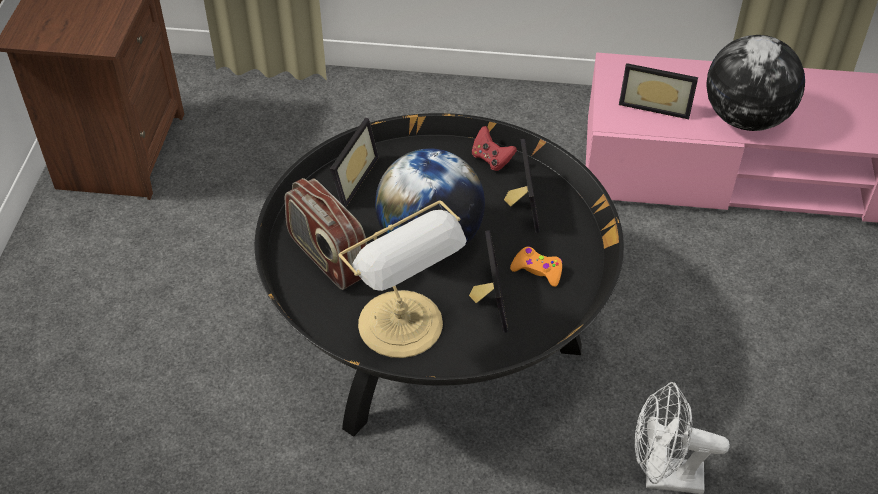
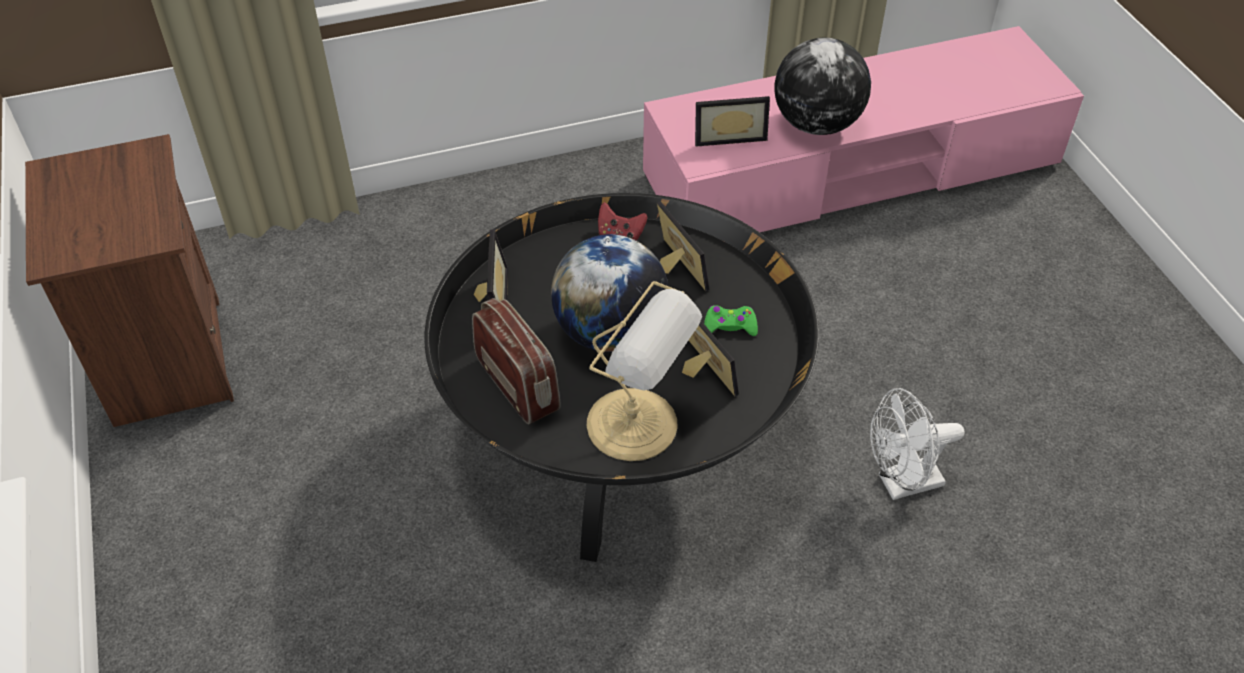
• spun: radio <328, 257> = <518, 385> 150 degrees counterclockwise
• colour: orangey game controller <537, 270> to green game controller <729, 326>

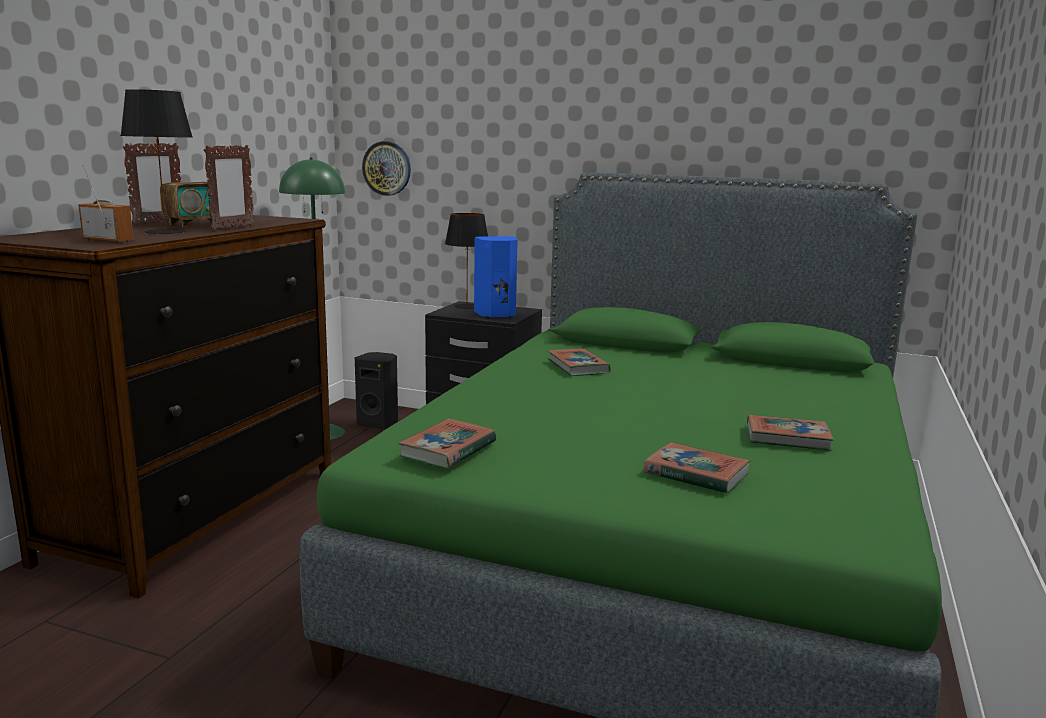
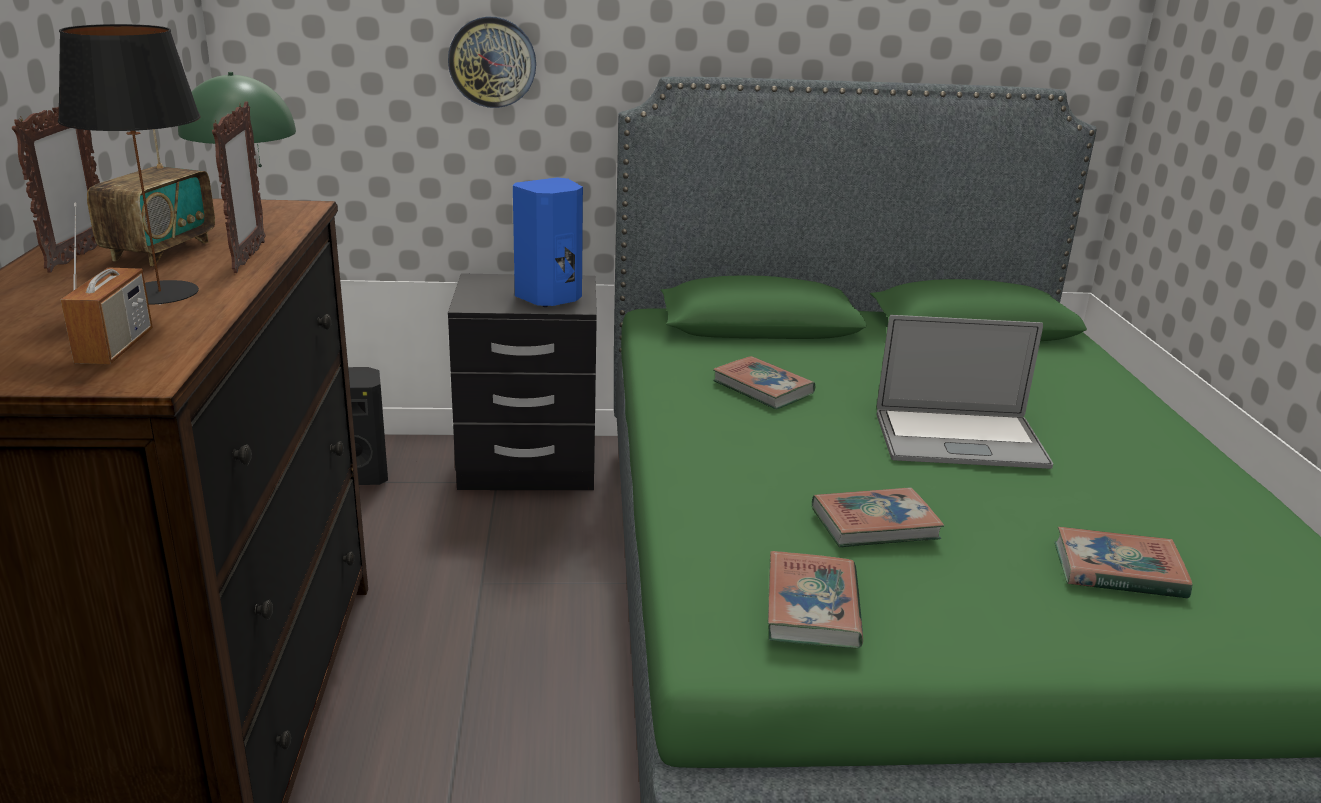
• spun: radio <108, 240> = <115, 347> 90 degrees clockwise
• relocated: hanging clock <387, 168> to <492, 62>
• missing: black table lamp <467, 306>
• relocated: volume <787, 438> to <874, 524>
• appeared: portable computer <959, 439>

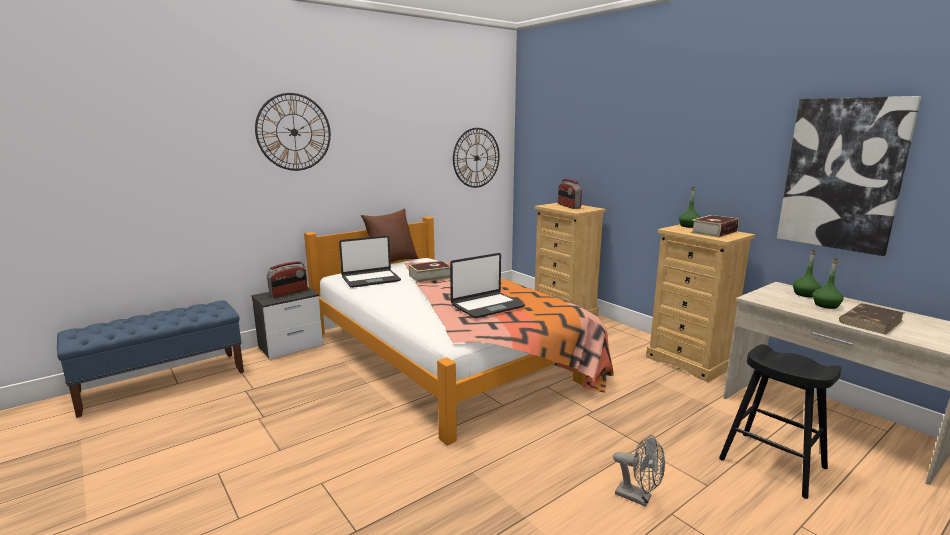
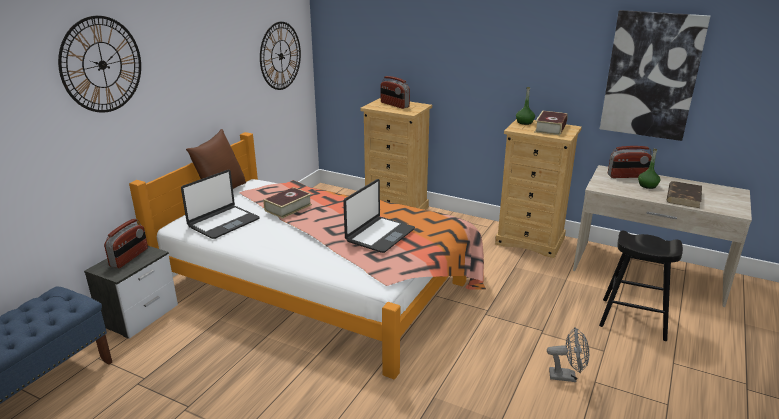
• exchanged: green bottle <805, 294> to radio <627, 176>

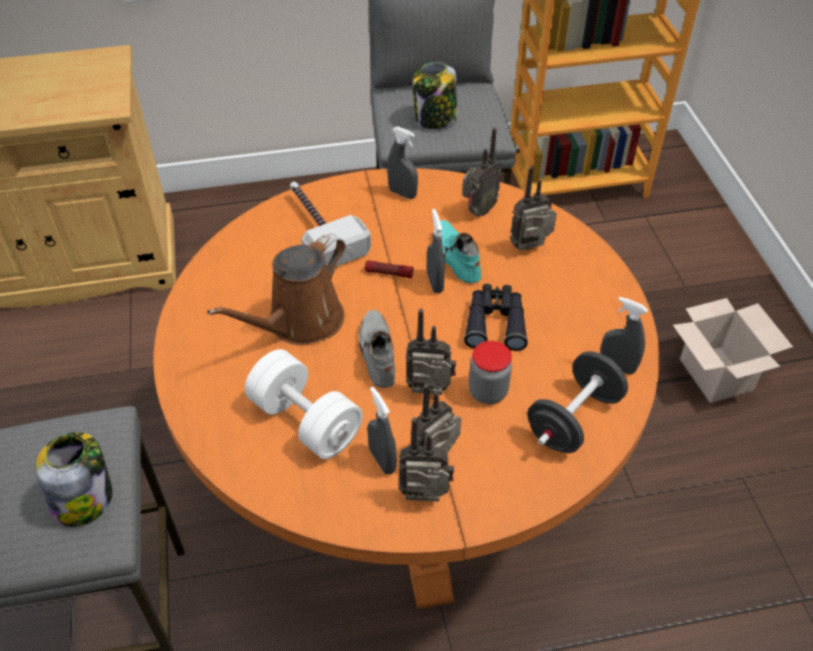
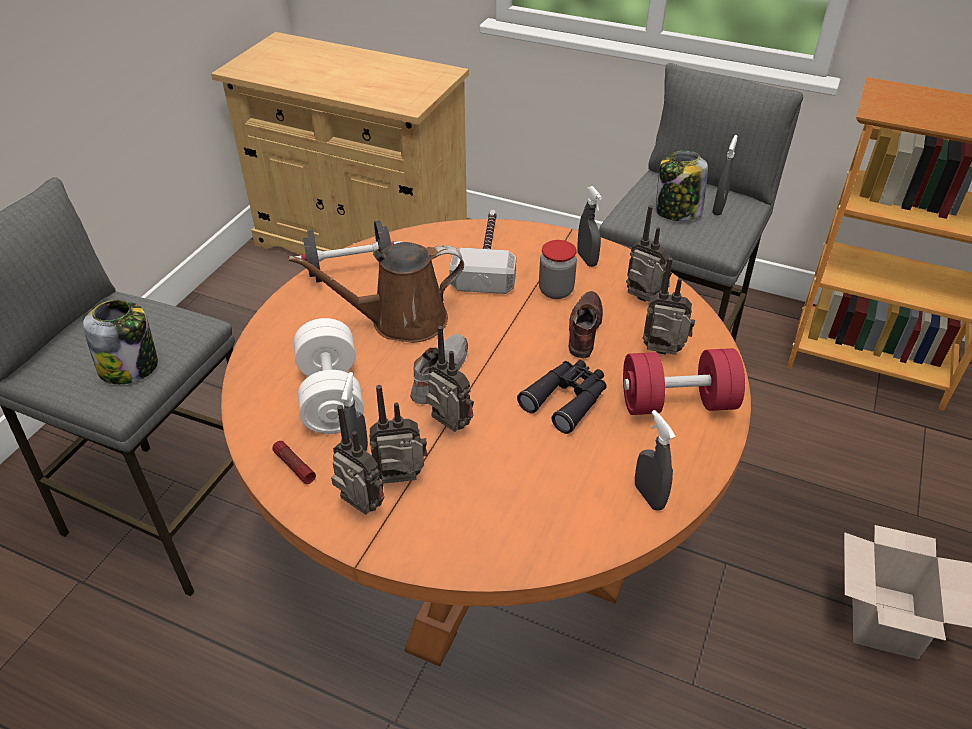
• relocated: flashlight <389, 273> to <294, 466>
• relocated: grey hand sprayer <435, 283> to <718, 209>
• colour: blue-green shoe <455, 257> to brownish shoe <584, 329>
• spun: radio <477, 211> = <642, 301> 135 degrees counterclockwise
• relocated: preserve jar <488, 391> to <556, 291>
• relocated: black dumbbell <573, 419> to <351, 272>
• appeared: reddish dumbbell <677, 402>

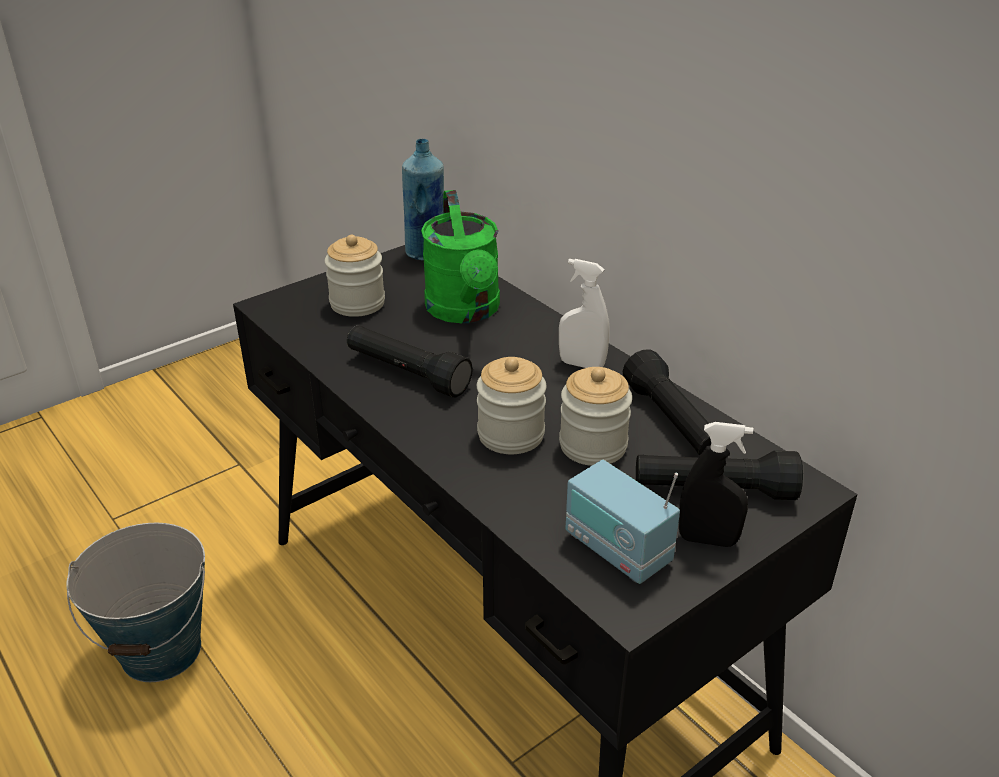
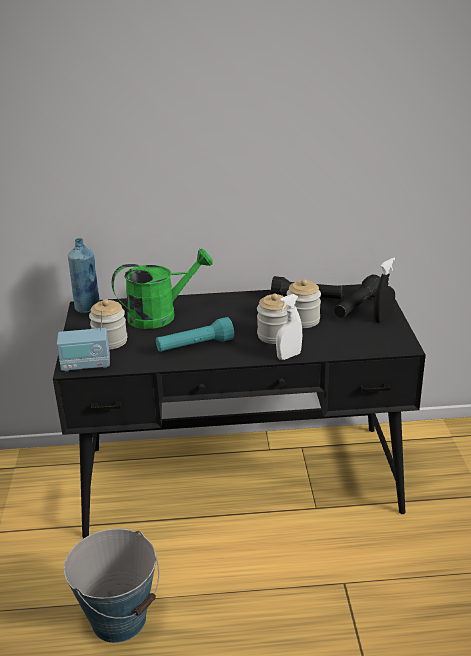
• colour: black flashlight <407, 373> to blue-green flashlight <195, 346>
• spun: green sprinkling can <465, 311> = <160, 315> 45 degrees counterclockwise
• relocated: white-coloured hand sprayer <582, 364> to <289, 356>
• relocated: radio <616, 550> to <86, 365>

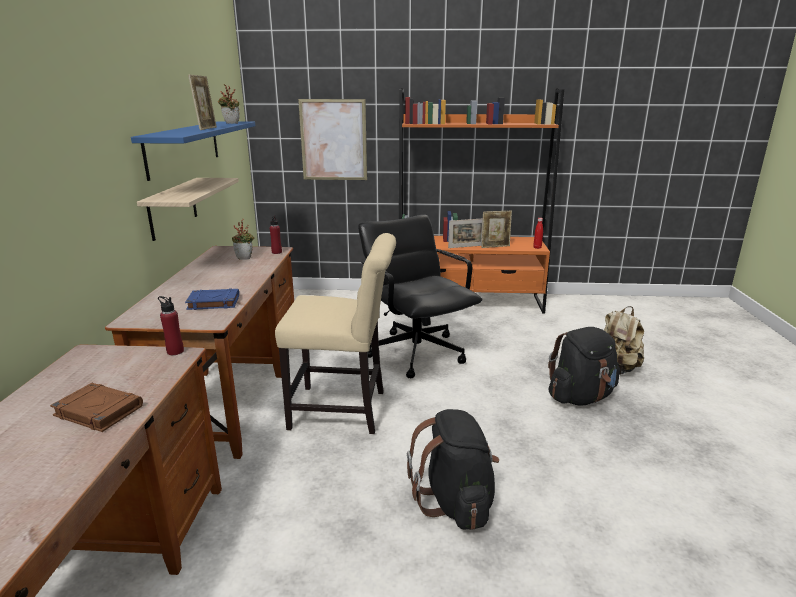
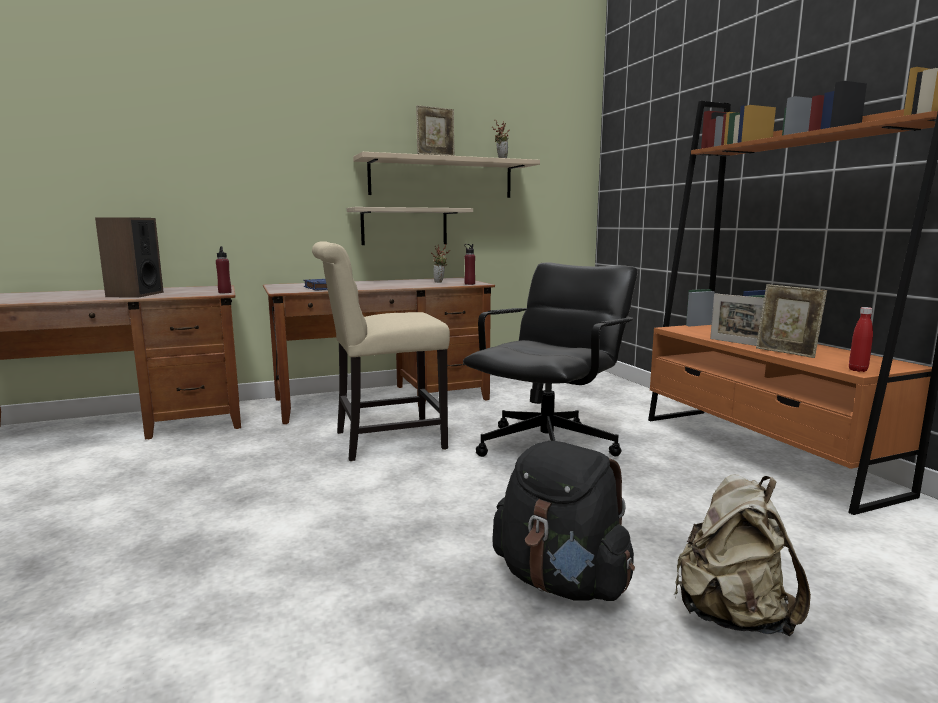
• exchanged: brownish volume <98, 411> to speaker <135, 294>
• colour: blue-coloured wall shelf <184, 147> to beige-coloured wall shelf <442, 178>
• spun: beige-coloured plain chair <344, 410> = <383, 441> 90 degrees clockwise
• missing: wall picture <333, 140>
• missing: black backpack <455, 501>

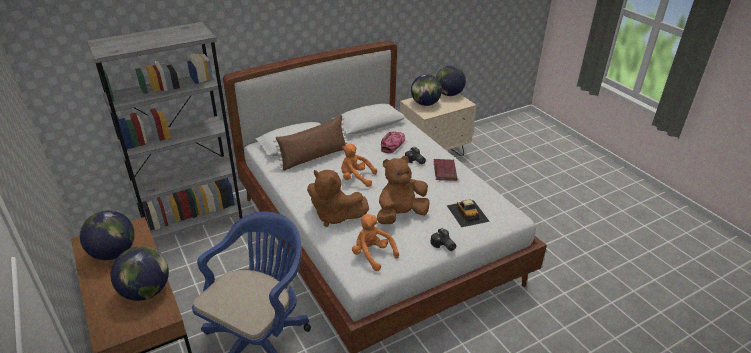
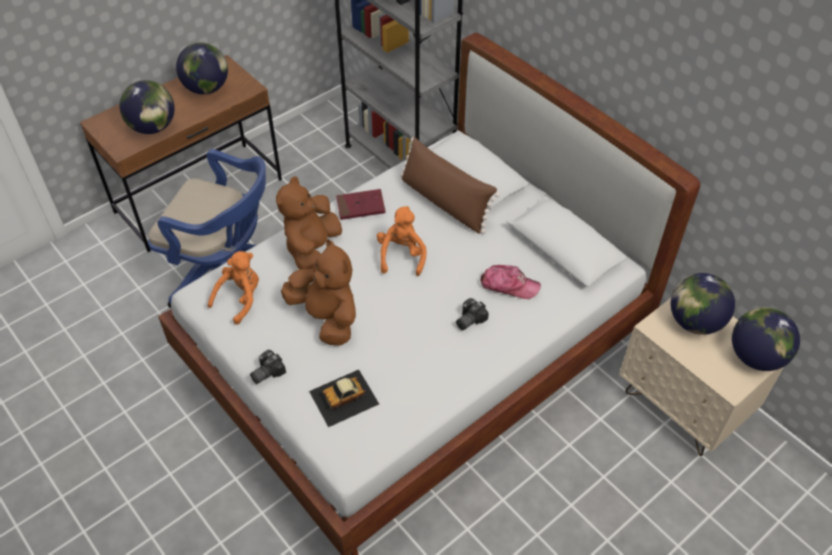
• relocated: reddish volume <445, 171> to <360, 206>

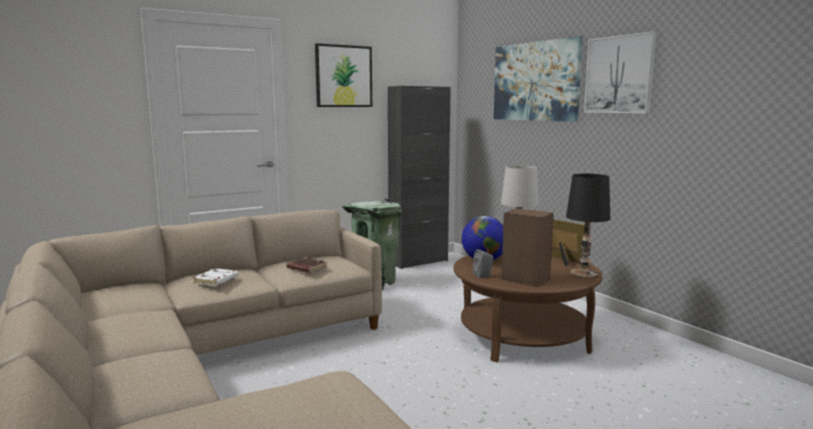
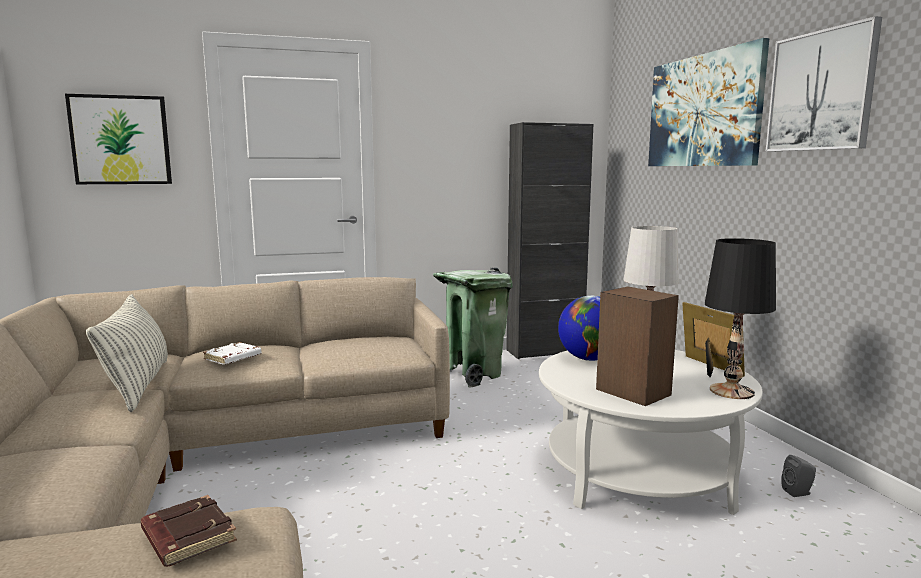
• relocated: brownish volume <306, 268> to <187, 537>
• relocated: wall picture <343, 76> to <121, 140>
• colour: brownish low table <522, 336> to white-coloured low table <638, 472>
• relocated: grey speaker <483, 275> to <798, 492>
• appeared: pillow <137, 385>

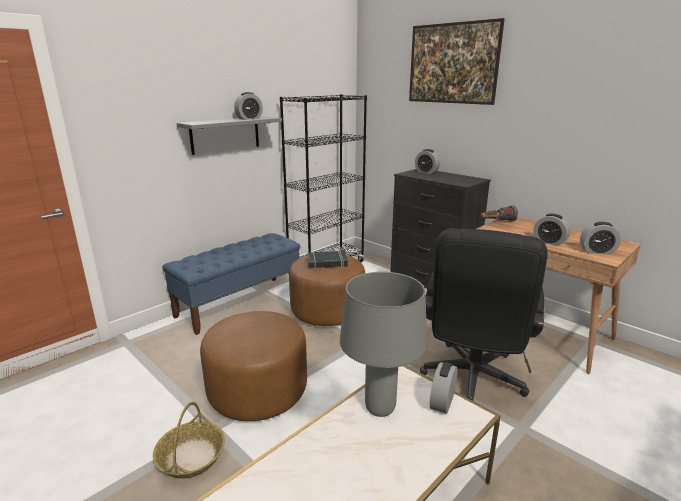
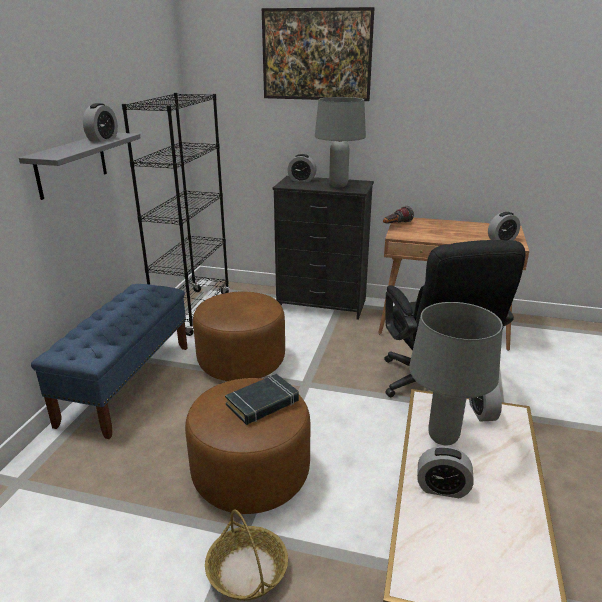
• relocated: black volume <327, 263> to <263, 403>
• relocated: bedside clock <549, 242> to <442, 488>
• appeared: grey table lamp <338, 185>

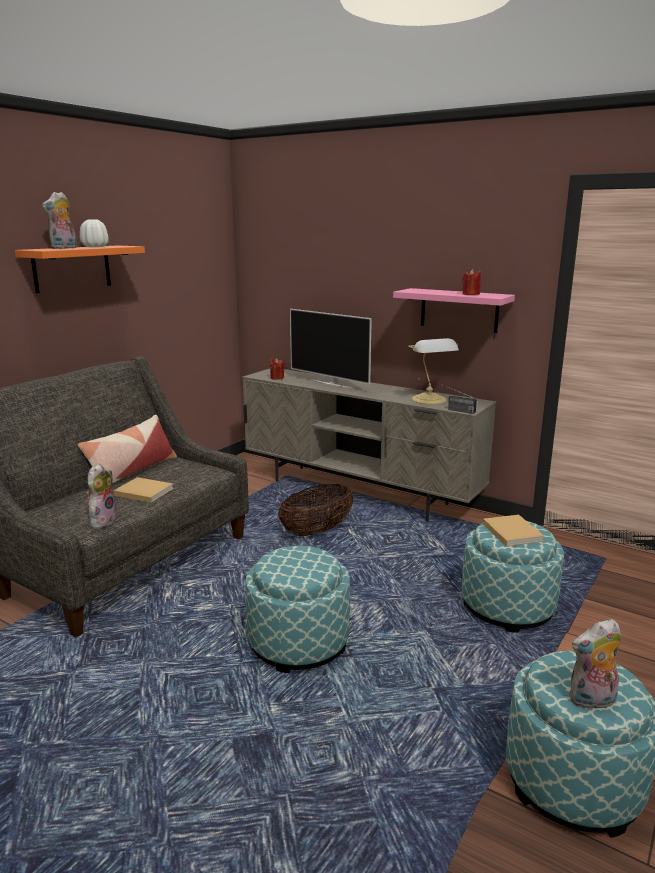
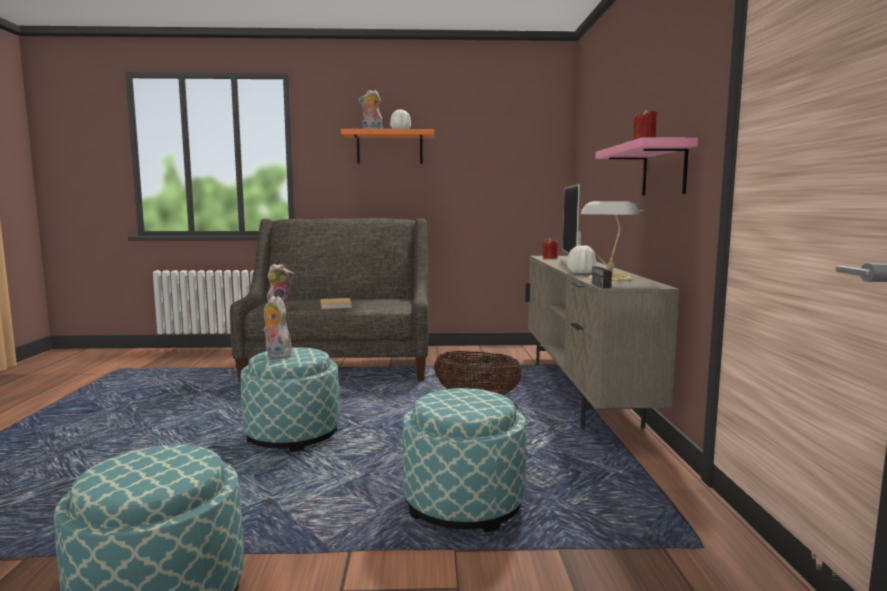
• missing: pillow <132, 471>
• missing: beige-coloured volume <511, 531>
• relocated: soft toy <592, 701> to <276, 355>
• appeared: white-coloured vase <581, 272>

